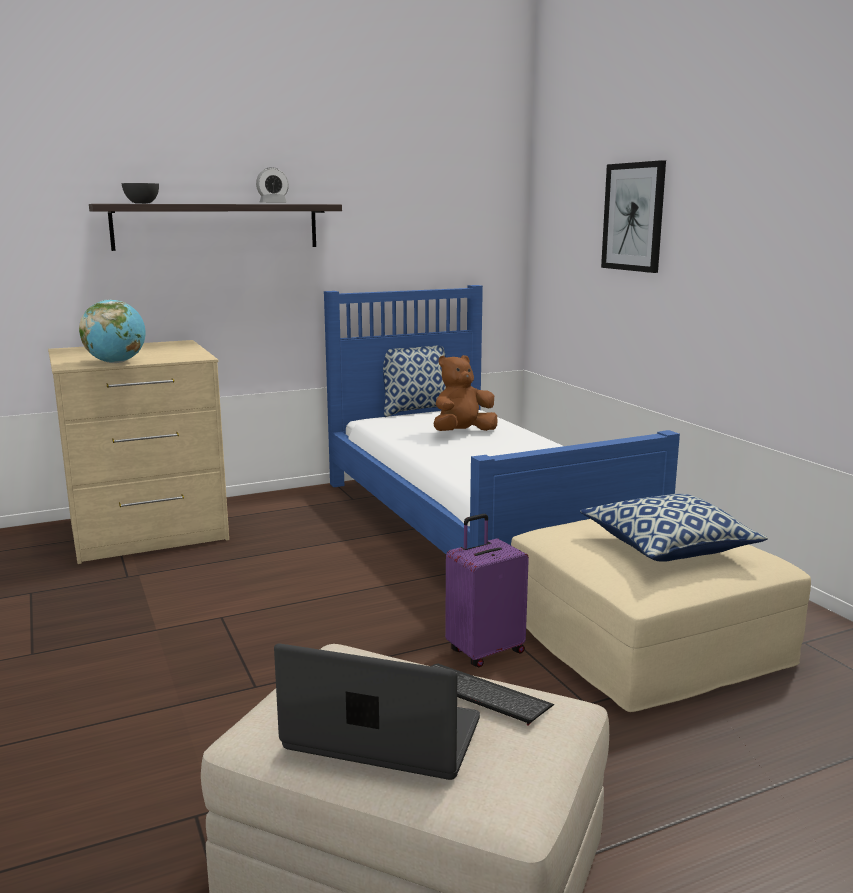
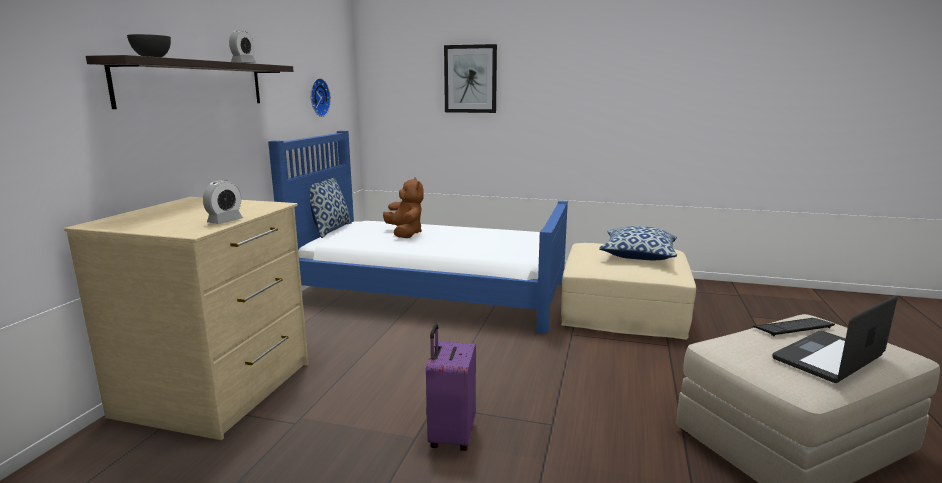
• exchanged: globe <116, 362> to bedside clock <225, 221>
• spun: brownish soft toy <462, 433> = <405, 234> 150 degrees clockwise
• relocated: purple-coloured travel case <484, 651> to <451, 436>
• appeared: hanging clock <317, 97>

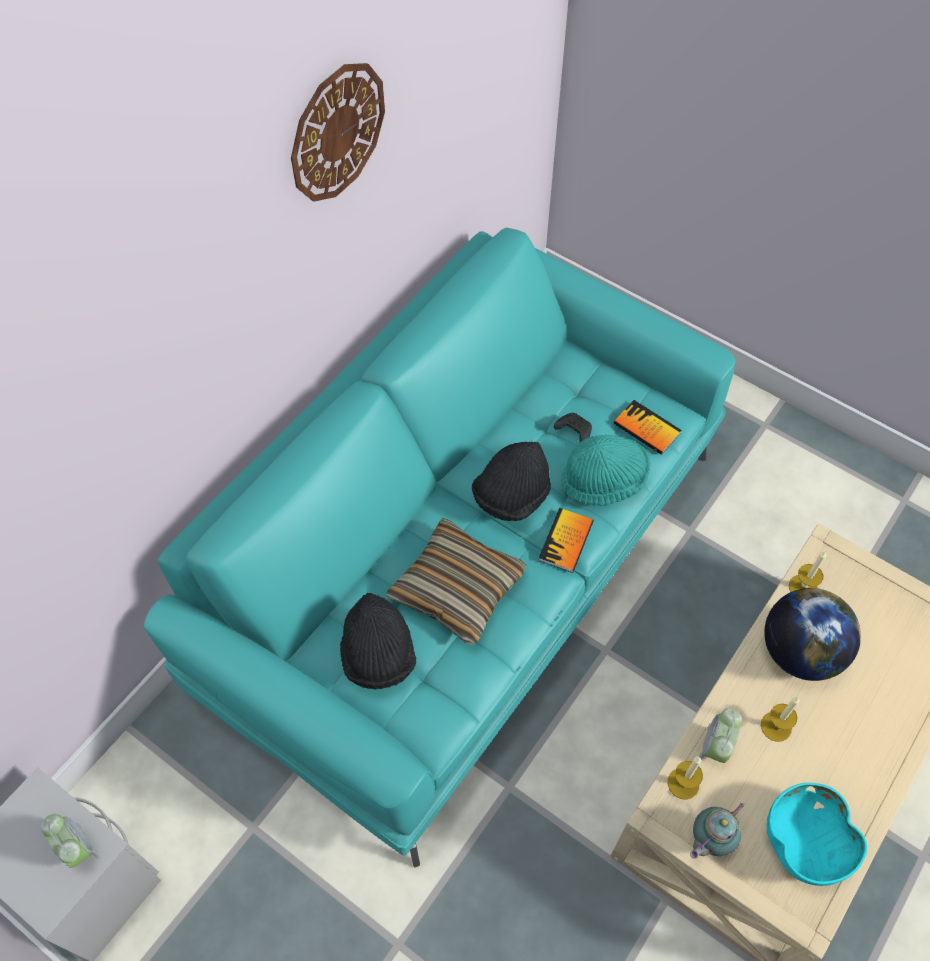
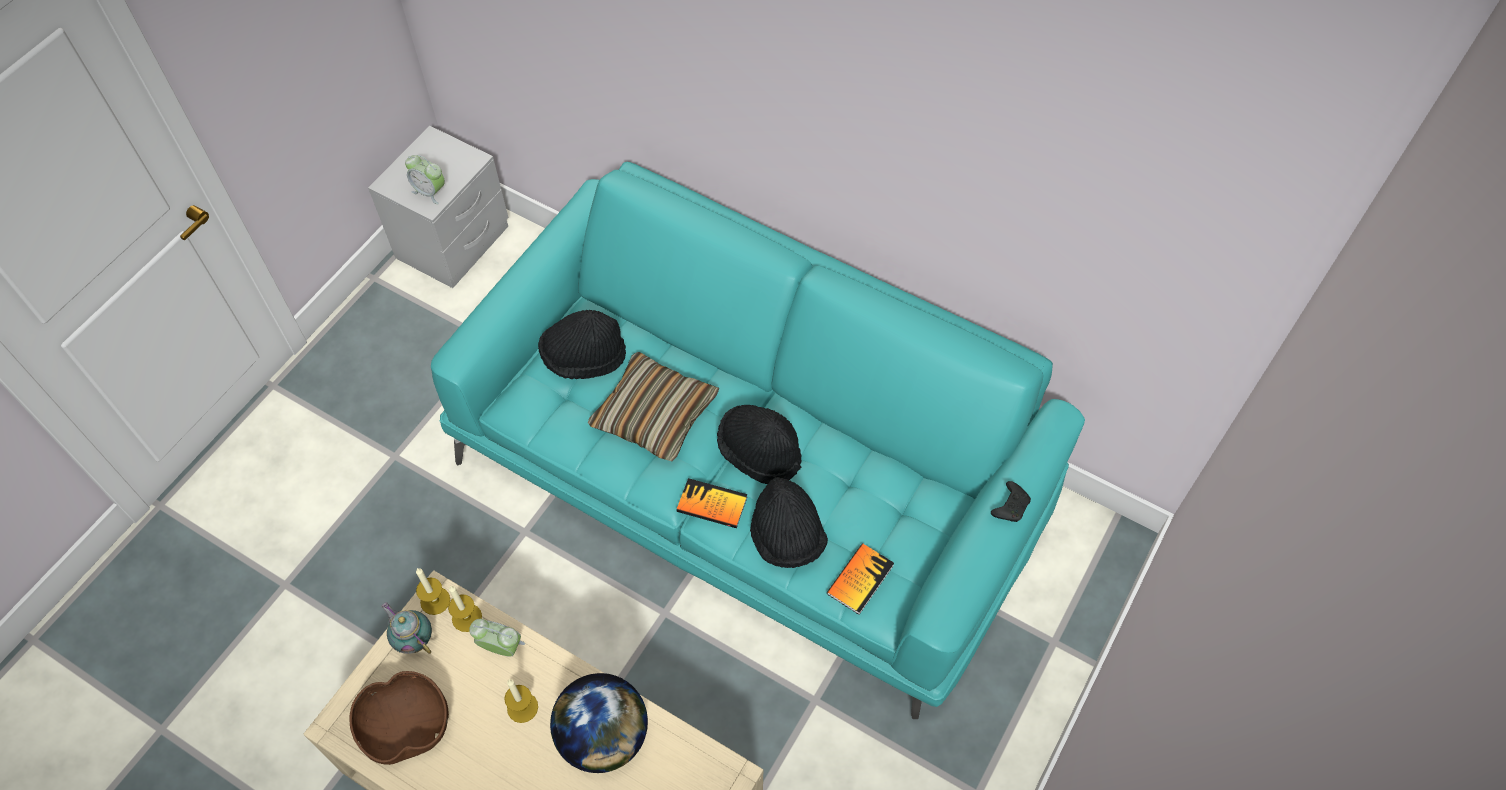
• spun: bedside clock <77, 848> = <430, 192> 75 degrees clockwise
• missing: hanging clock <337, 132>
• relocated: black game controller <573, 431> to <1010, 506>
• colour: blue-green hat <603, 481> to black hat <787, 537>
• colour: blue-green bowl <804, 842> to brownish bowl <407, 727>
• relocated: candle <803, 587> to <435, 600>

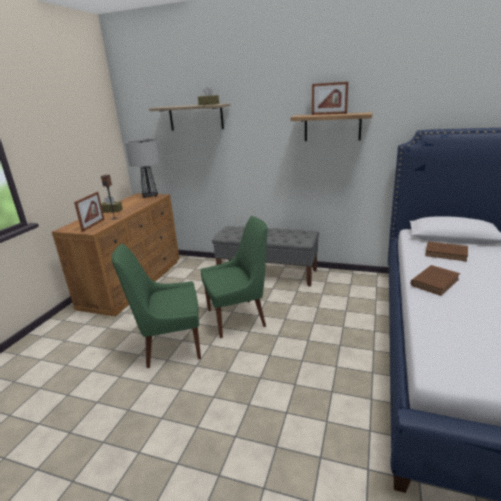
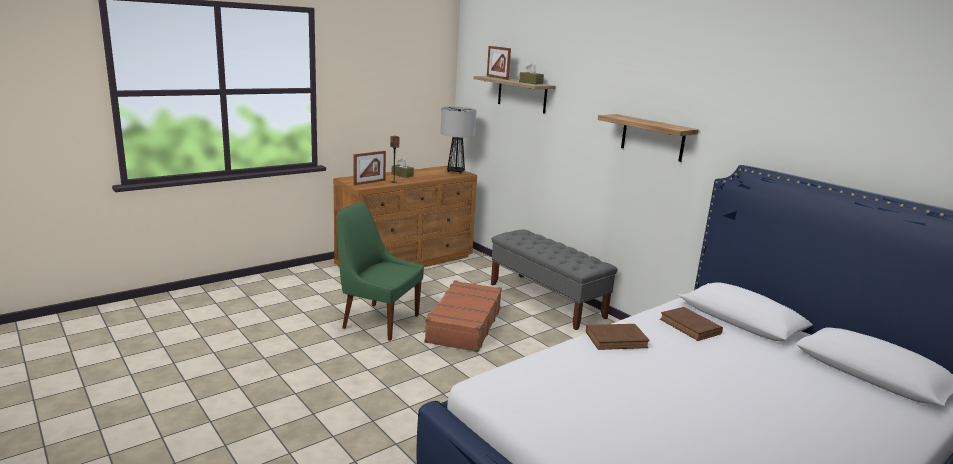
• exchanged: green plain chair <238, 317> to brownish travel case <463, 325>
• relocated: standing frame <329, 114> to <497, 77>

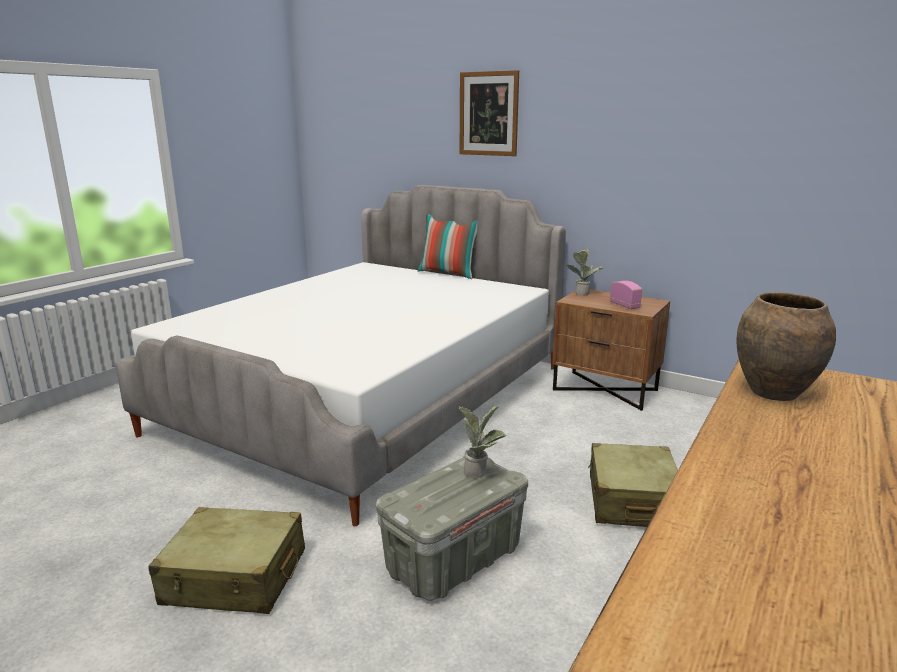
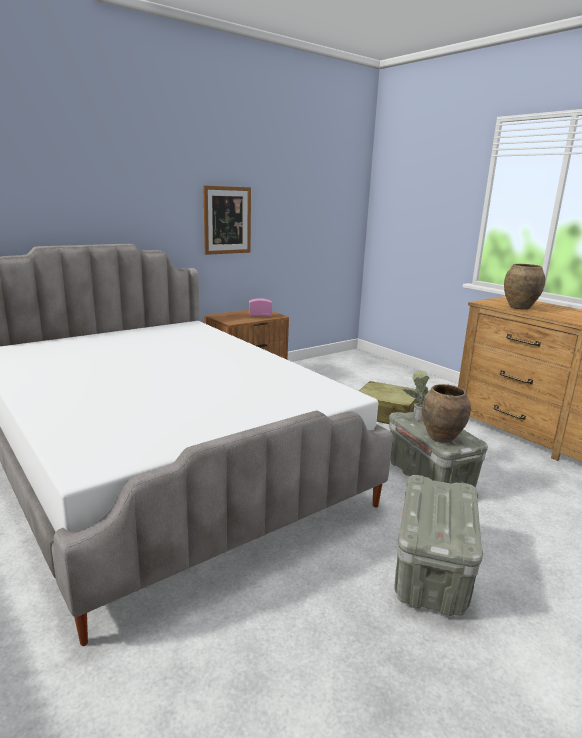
• exchanged: beige-coloured travel case <235, 577> to grey storage container <431, 572>
• missing: pillow <448, 273>
• relocated: wall picture <488, 114> to <227, 220>
• missing: houseplant <582, 293>
• appeared: brownish vase <441, 437>

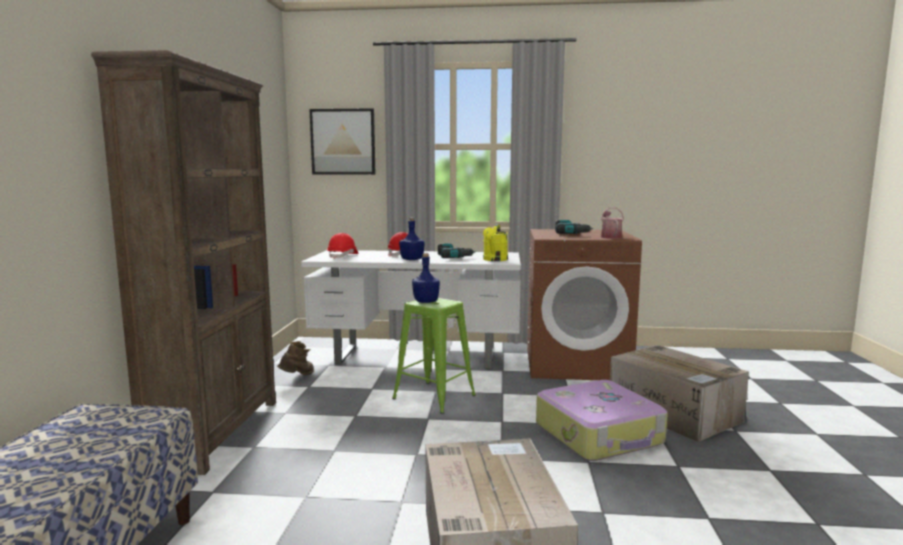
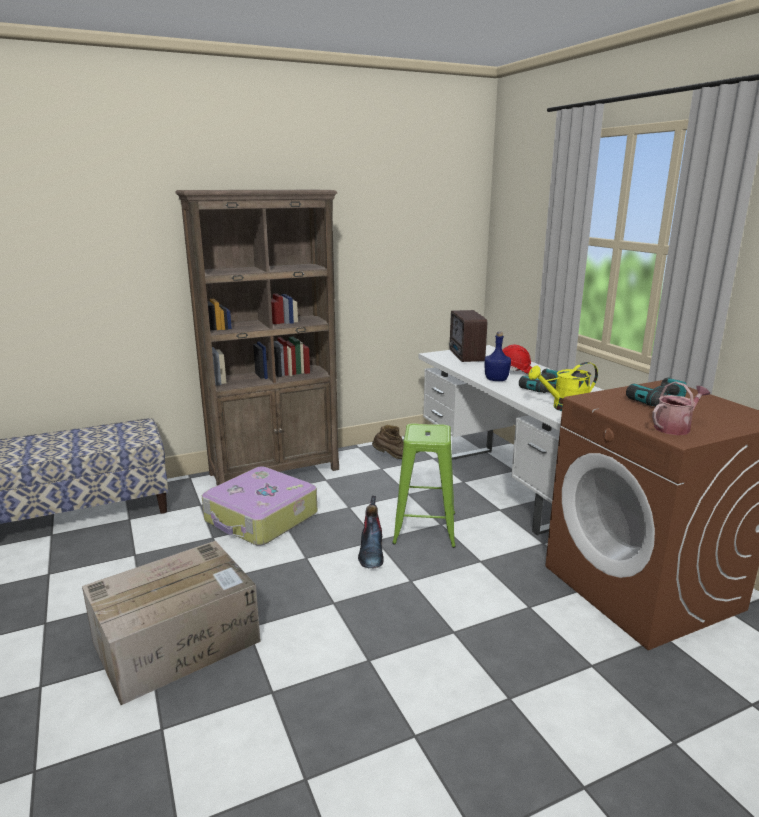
• missing: wall picture <343, 142>
• exchanged: reddish safety helmet <343, 256> to radio <465, 357>
• missing: blue-coloured bottle <425, 301>
• relocated: travel case <600, 434> to <261, 518>
• missing: carton <675, 413>
• appeared: high-top boot <371, 551>

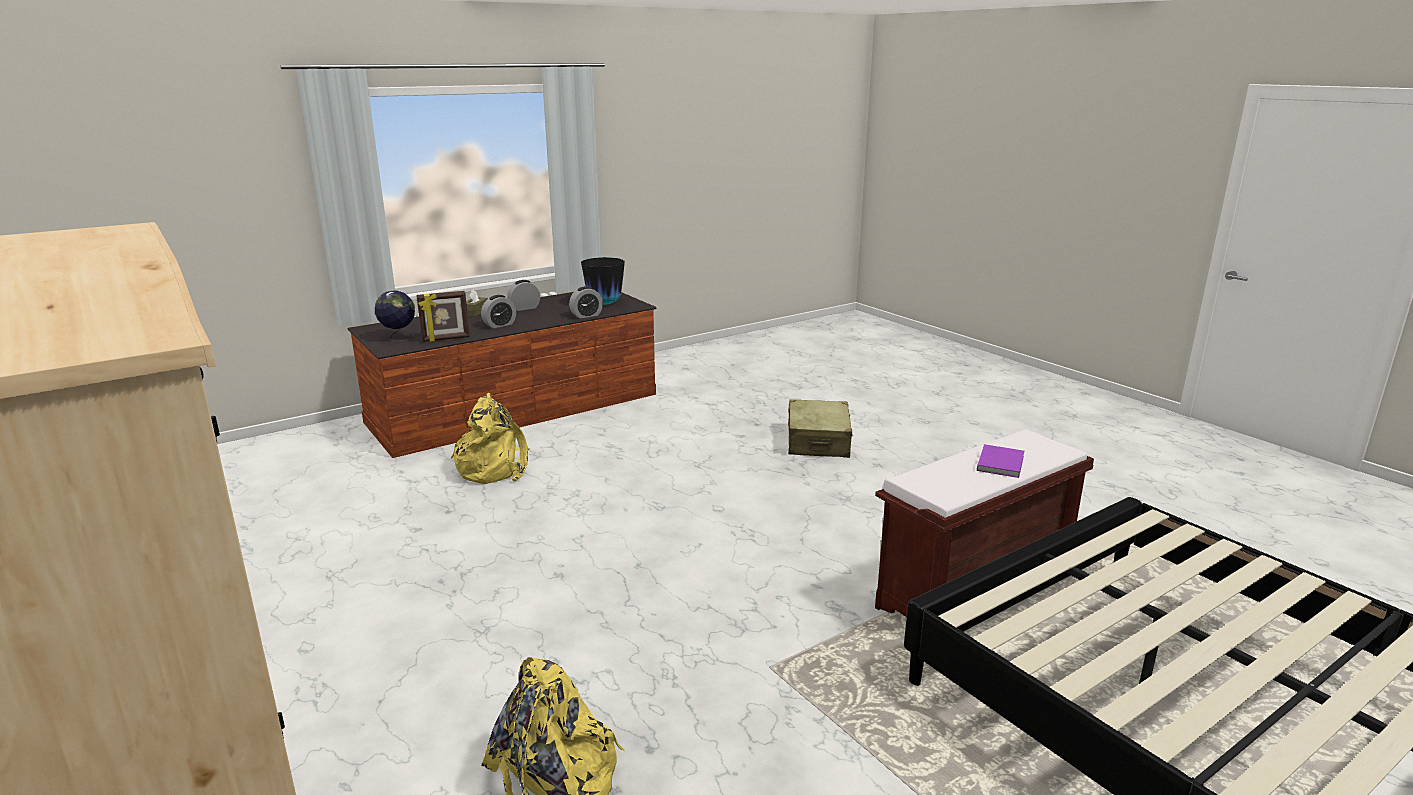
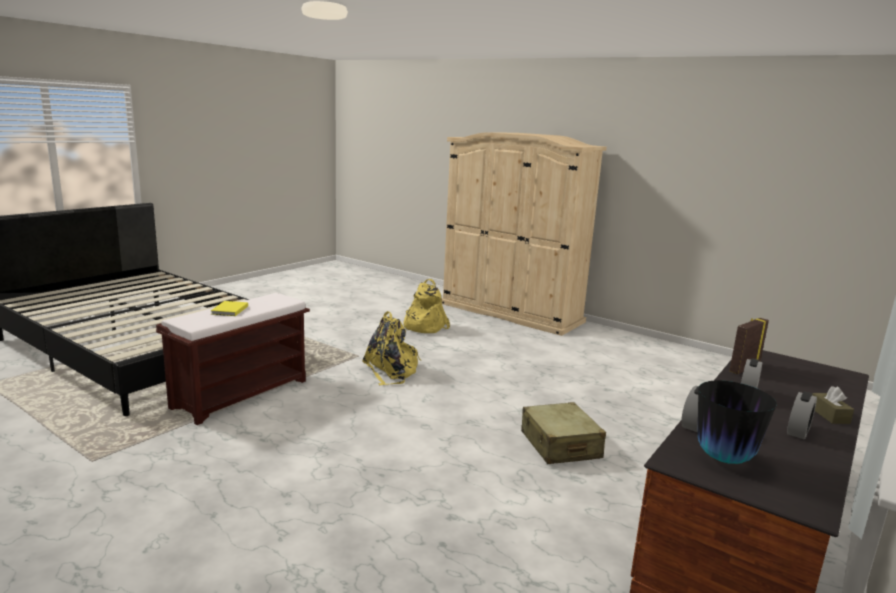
• missing: globe <398, 338>
• relocated: yellow-coloured backpack <494, 468> to <391, 371>
• relocated: beige-coloured travel case <818, 441> to <560, 445>
• colour: purple-coloured volume <1001, 463> to yellow-coloured volume <229, 310>

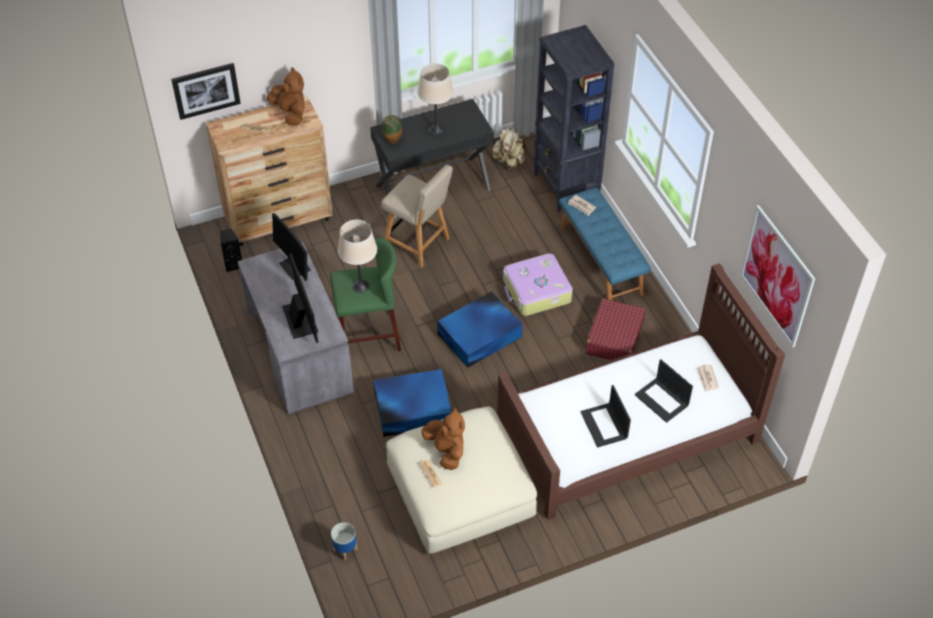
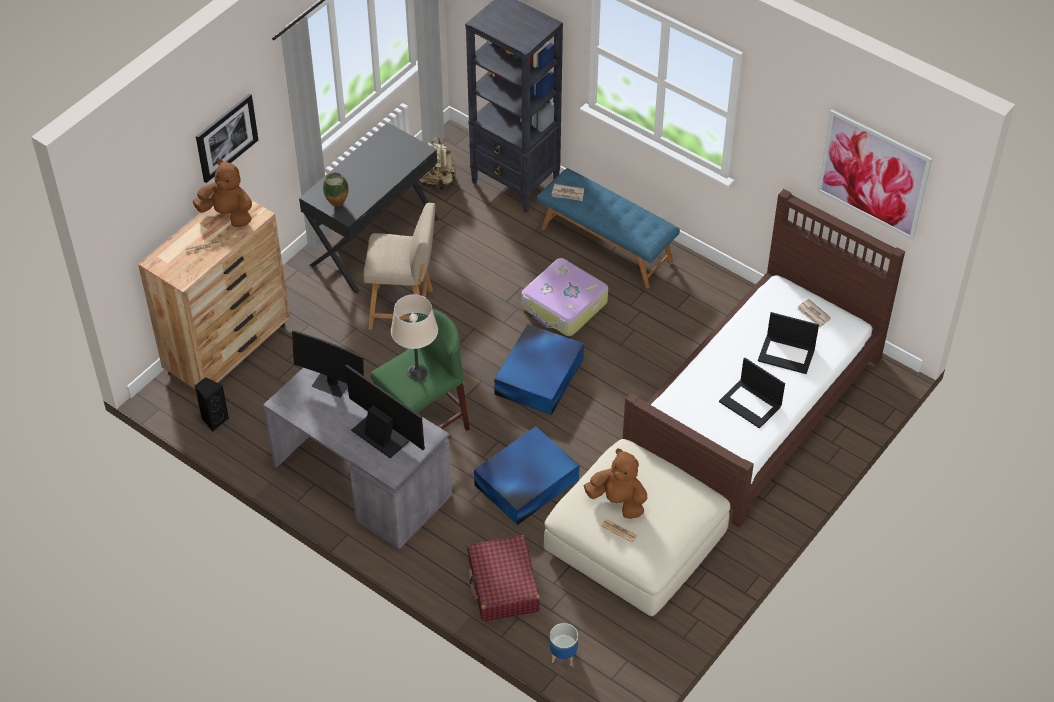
• relocated: wall picture <206, 90> to <226, 137>
• missing: beige-coloured table lamp <436, 129>
• relocated: reddish travel case <614, 338> to <503, 586>

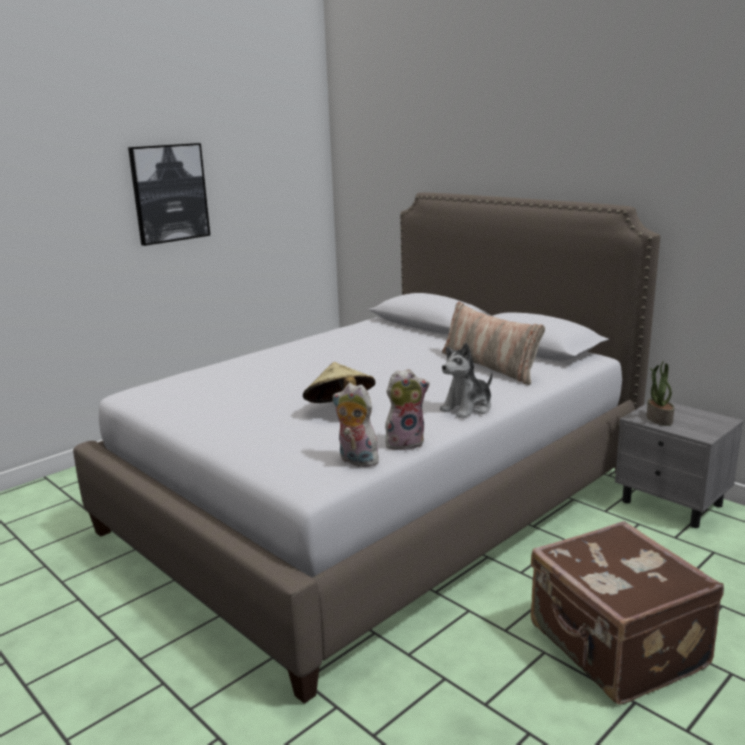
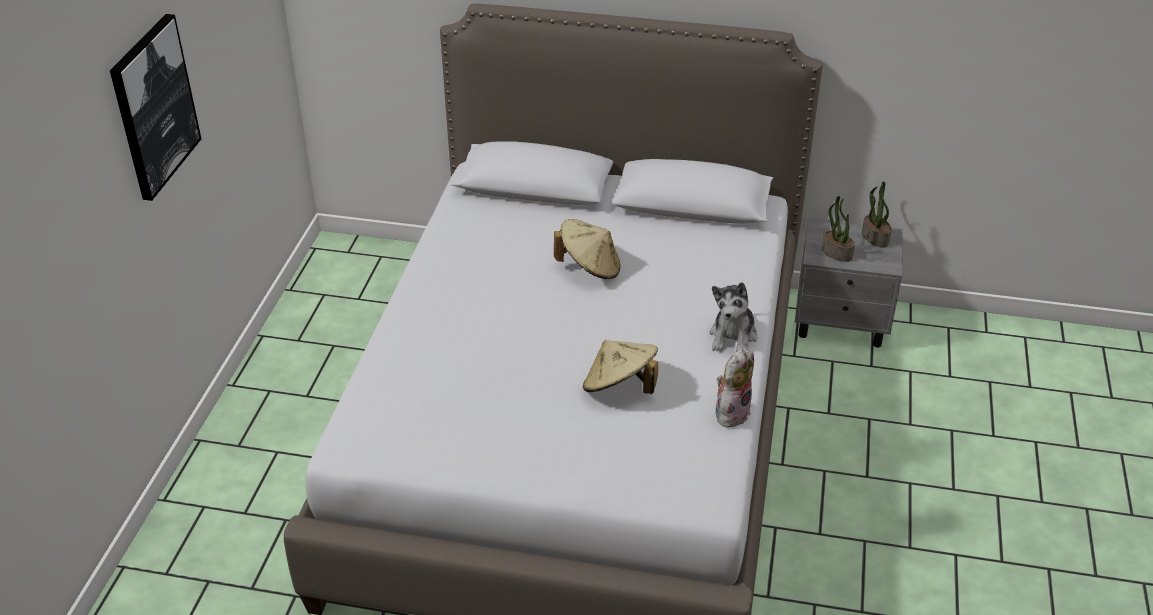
• missing: soft toy <356, 461>
• missing: pillow <490, 366>
• missing: brownish travel case <615, 647>
• appeared: beige-coloured hat <589, 268>
• appeared: houseplant <874, 237>

